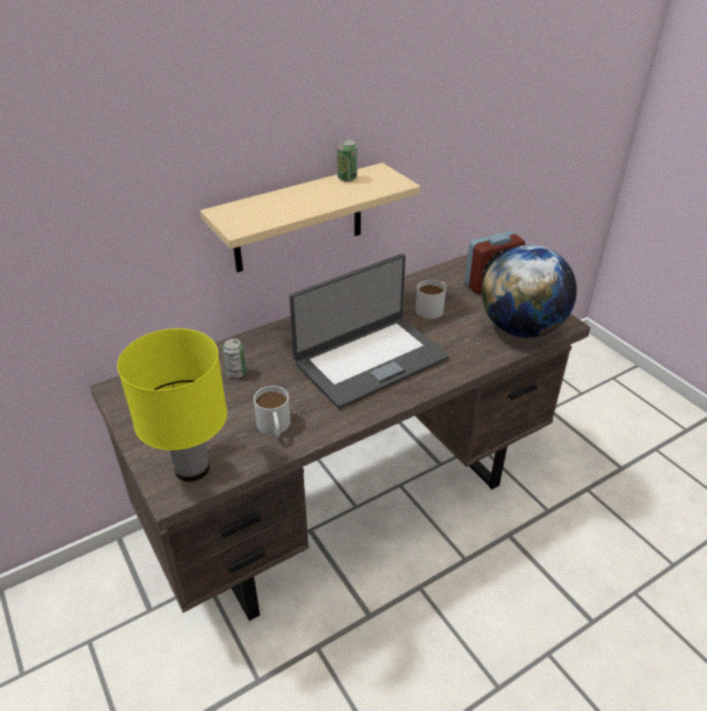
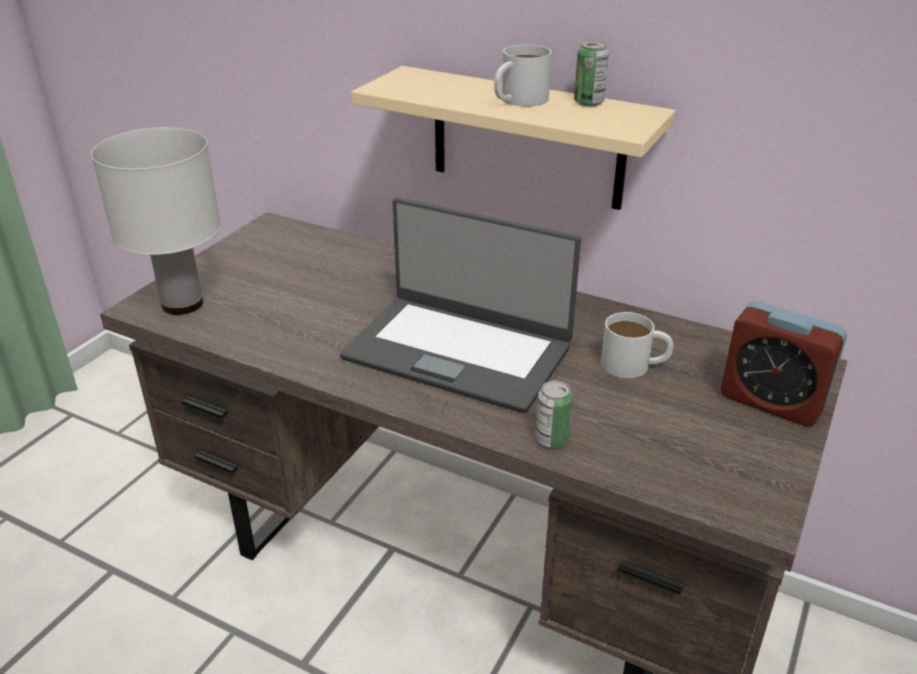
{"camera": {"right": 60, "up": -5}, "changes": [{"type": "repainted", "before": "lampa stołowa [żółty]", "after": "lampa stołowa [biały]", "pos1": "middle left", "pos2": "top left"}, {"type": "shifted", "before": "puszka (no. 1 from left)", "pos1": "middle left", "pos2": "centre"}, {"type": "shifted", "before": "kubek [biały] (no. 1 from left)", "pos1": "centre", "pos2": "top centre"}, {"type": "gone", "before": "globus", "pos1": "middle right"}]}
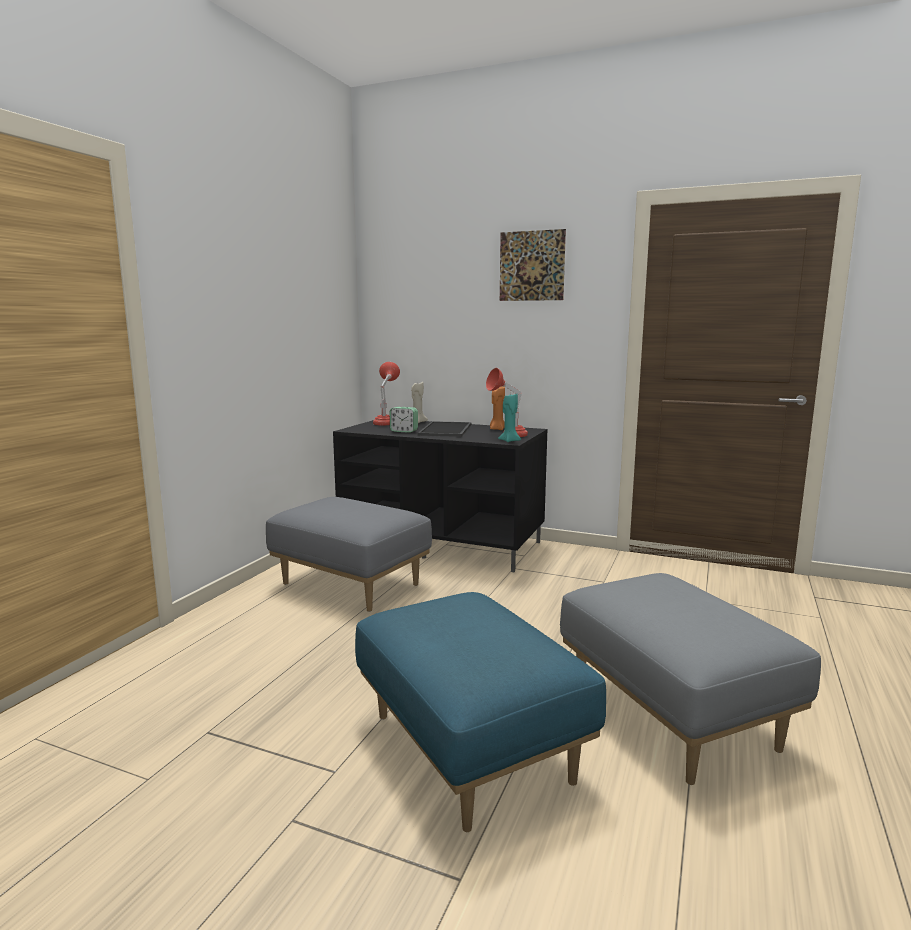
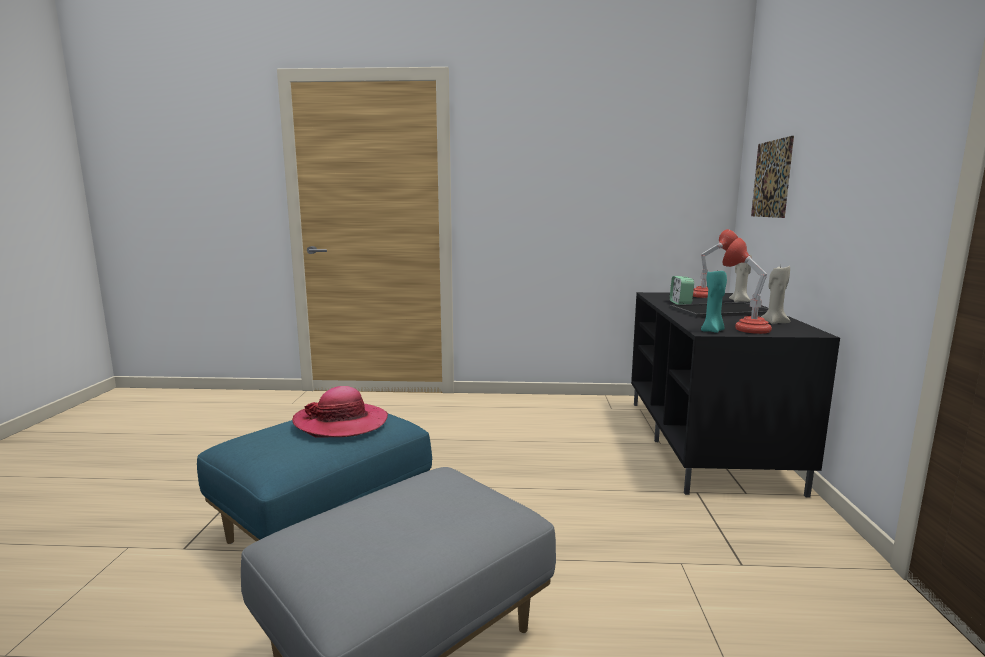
{"camera": {"right": 70, "up": 0}, "changes": [{"type": "gone", "before": "pufa [szary] (no. 1 from left)", "pos1": "centre"}, {"type": "repainted", "before": "świeca [pomarańczowy]", "after": "świeca [beżowy] (no. 2 from left)", "pos1": "centre", "pos2": "middle right"}, {"type": "shifted", "before": "obraz", "pos1": "top centre", "pos2": "top right"}, {"type": "new", "after": "kapelusz", "pos2": "centre"}]}
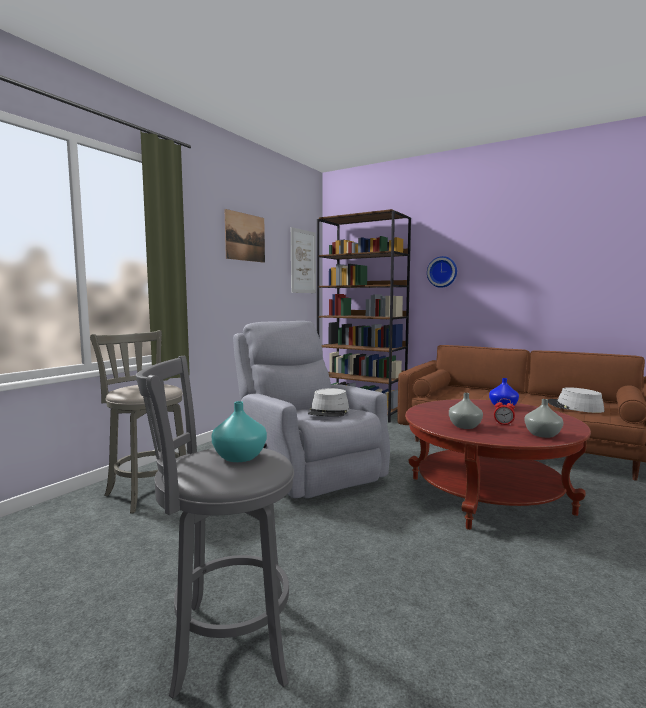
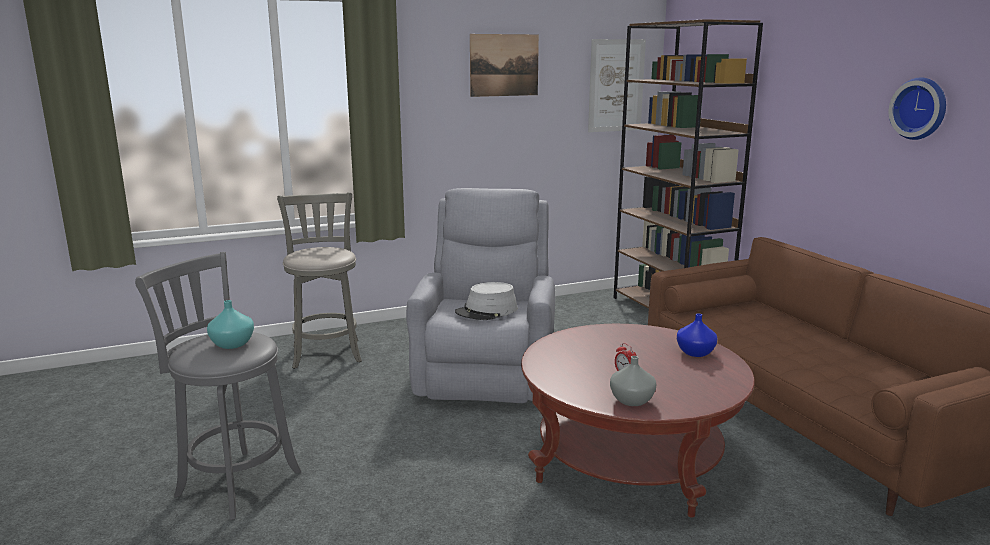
{"camera": {"right": 35, "up": 10}, "changes": [{"type": "shifted", "before": "zegar ścienny", "pos1": "middle right", "pos2": "top right"}, {"type": "gone", "before": "wazon [szary] (no. 1 from left)", "pos1": "middle right"}, {"type": "gone", "before": "kapelusz [szary] (no. 2 from left)", "pos1": "middle right"}]}
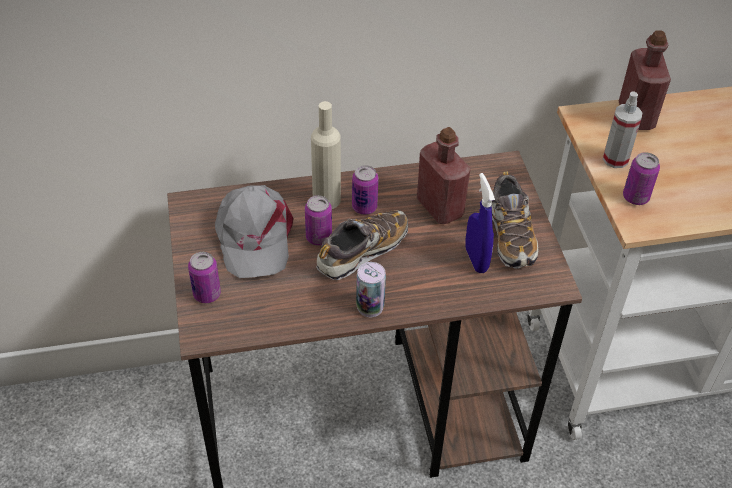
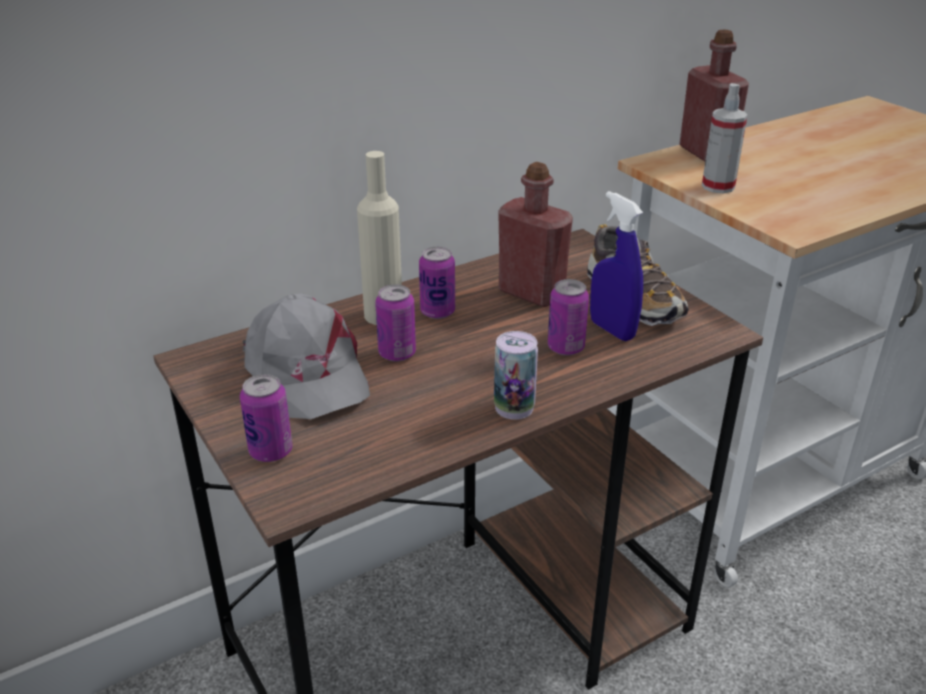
{"camera": {"right": -20, "up": -15}, "changes": [{"type": "gone", "before": "but (no. 1 from left)", "pos1": "centre"}, {"type": "shifted", "before": "puszka (no. 5 from left)", "pos1": "middle right", "pos2": "centre"}]}
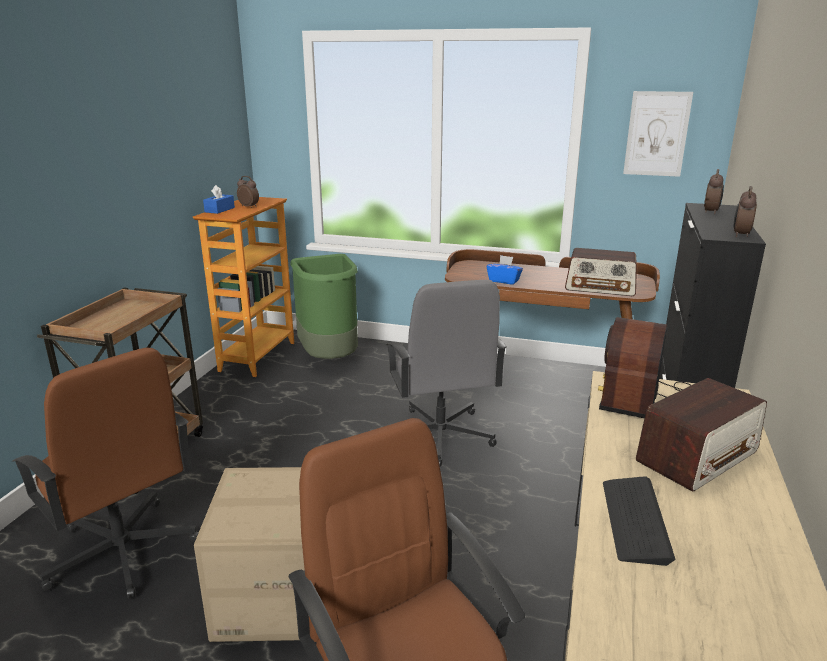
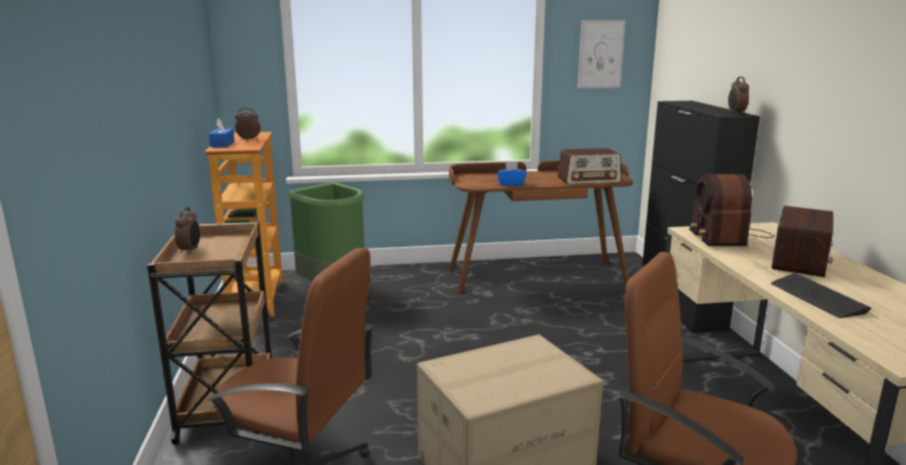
{"camera": {"right": -25, "up": -5}, "changes": [{"type": "gone", "before": "krzesło biurowe [szary]", "pos1": "centre"}, {"type": "shifted", "before": "budzik (no. 2 from left in the first image)", "after": "budzik (no. 1 from left)", "pos1": "top right", "pos2": "middle left"}]}
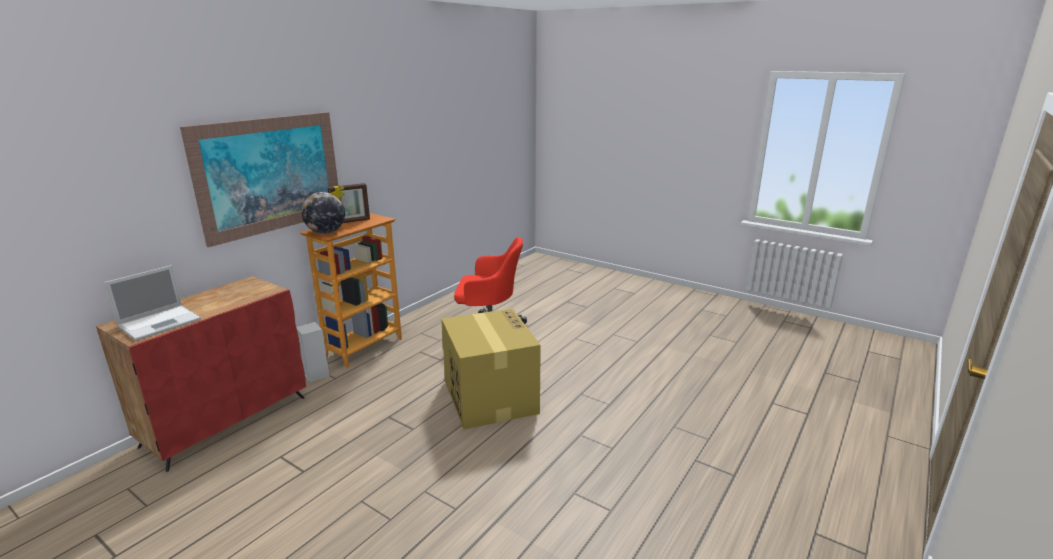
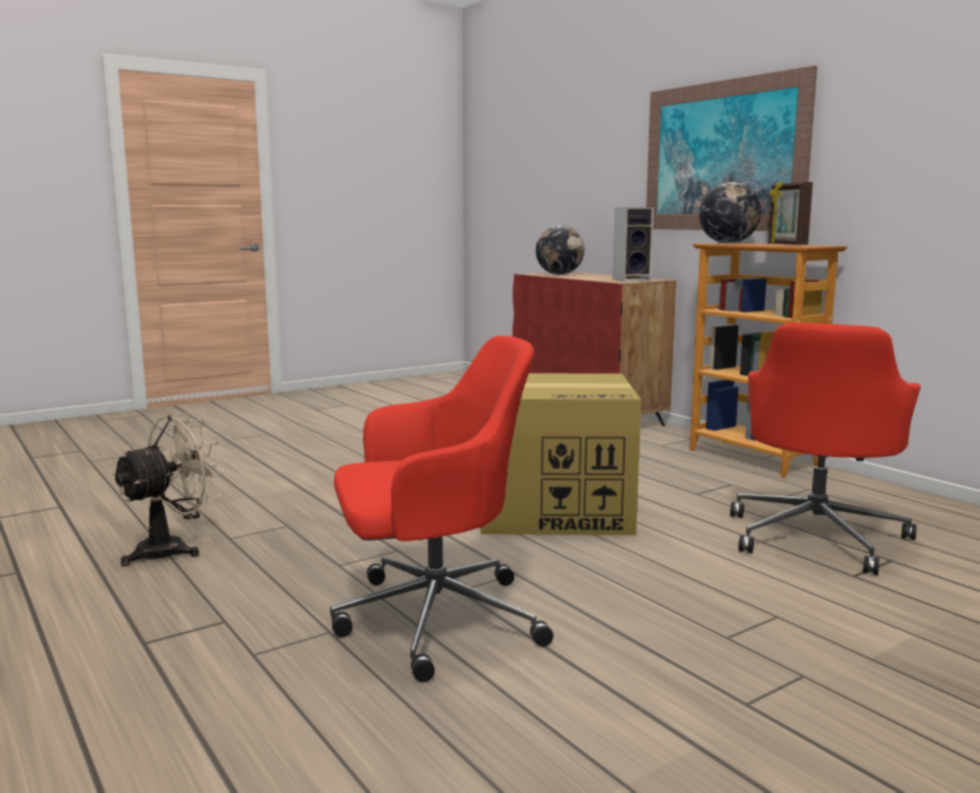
{"camera": {"right": 110, "up": -10}, "changes": [{"type": "swapped", "before": "laptop", "after": "globus (no. 1 from left)", "pos1": "middle left", "pos2": "top centre"}, {"type": "shifted", "before": "głośnik", "pos1": "middle left", "pos2": "top centre"}, {"type": "new", "after": "wentylator [beżowy]", "pos2": "middle left"}, {"type": "new", "after": "krzesło biurowe [czerwony] (no. 1 from left)", "pos2": "centre"}]}
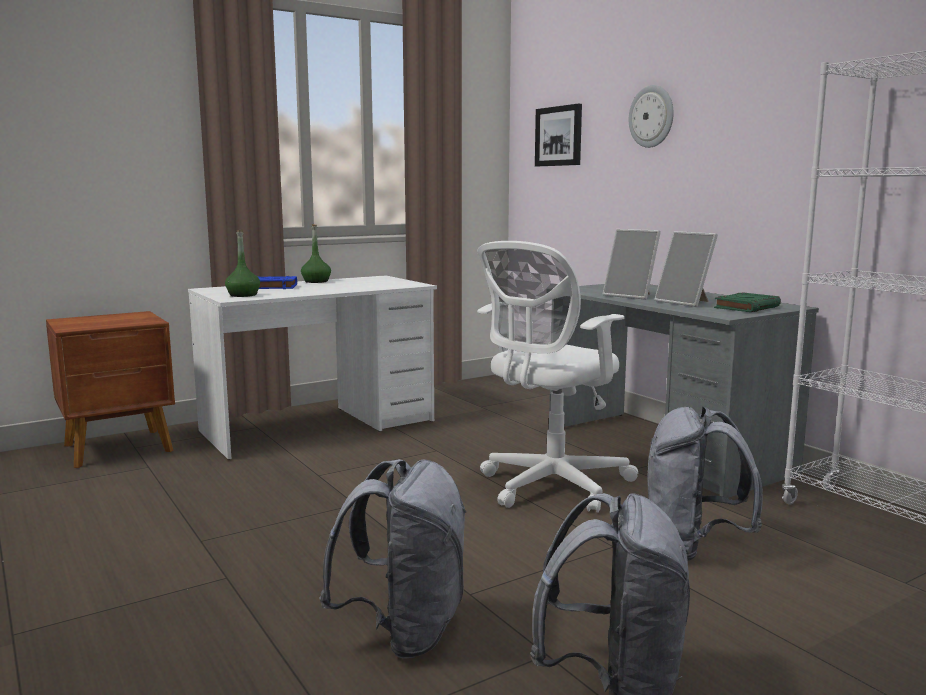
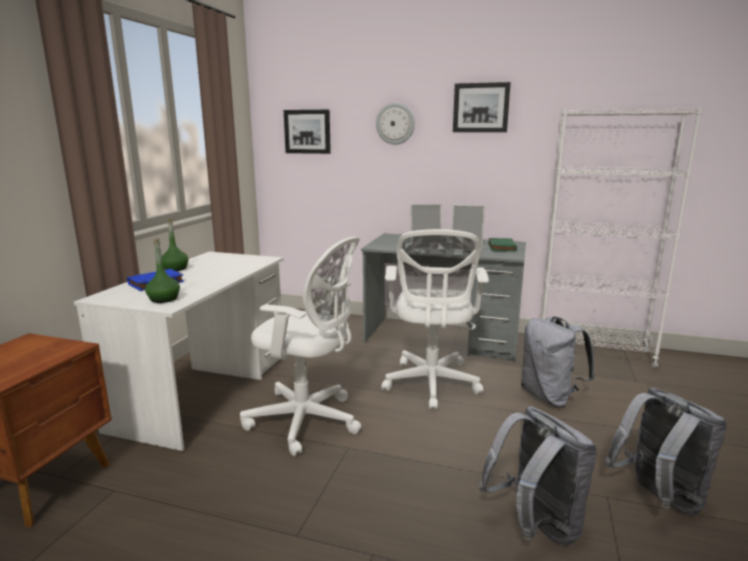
{"camera": {"right": -40, "up": 5}, "changes": [{"type": "new", "after": "krzesło biurowe [biały] (no. 1 from left)", "pos2": "centre"}, {"type": "new", "after": "obraz (no. 2 from left)", "pos2": "top centre"}]}
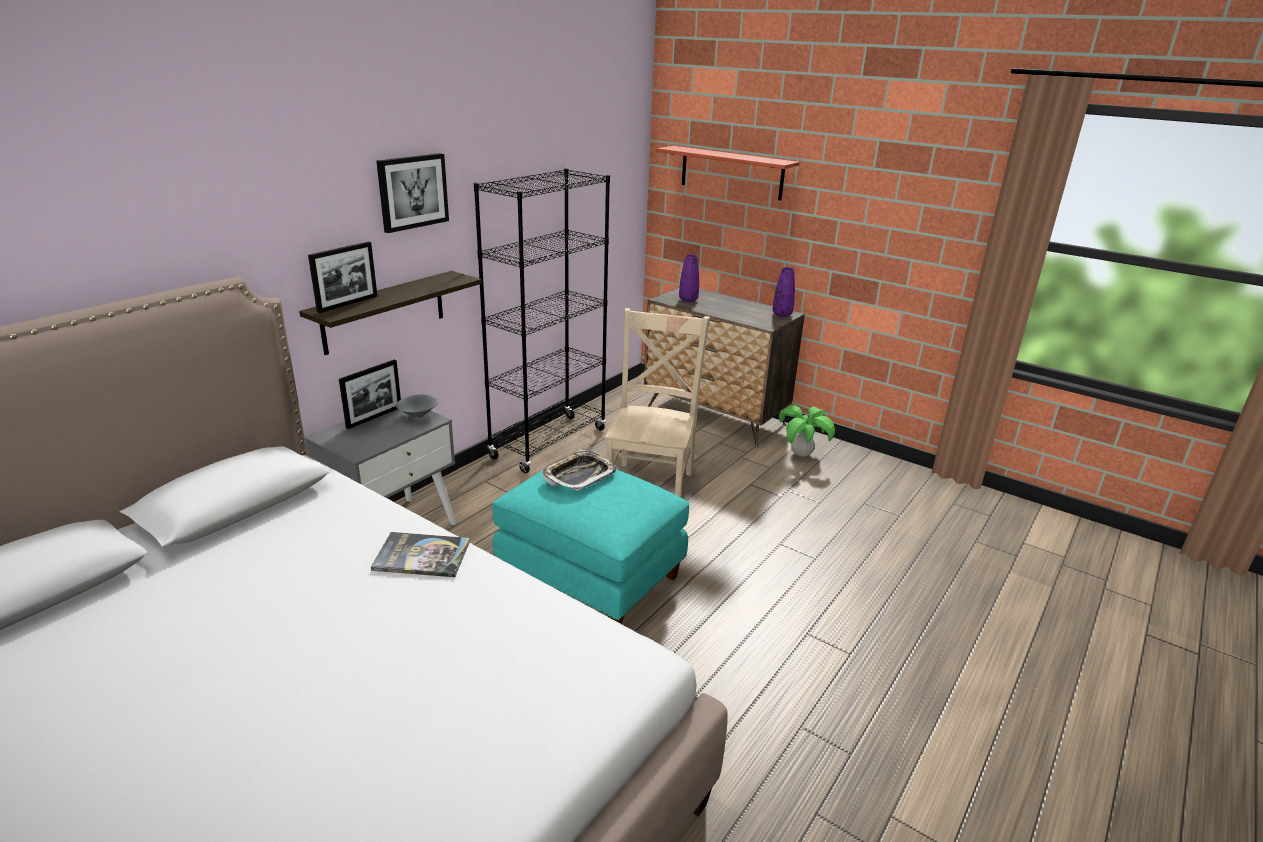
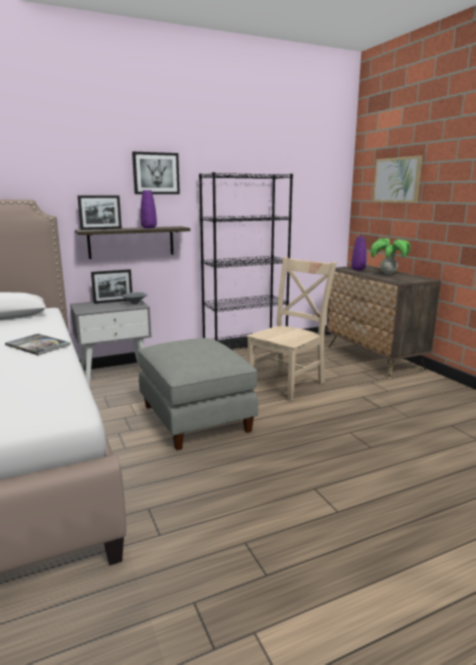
{"camera": {"right": 30, "up": -10}, "changes": [{"type": "repainted", "before": "pufa [turkusowy]", "after": "pufa [szary]", "pos1": "centre", "pos2": "centre"}, {"type": "gone", "before": "taca", "pos1": "centre"}, {"type": "swapped", "before": "półka (no. 2 from left)", "after": "obraz (no. 2 from left)", "pos1": "top centre", "pos2": "top right"}, {"type": "shifted", "before": "wazon [fioletowy] (no. 2 from left in the first image)", "after": "wazon [fioletowy] (no. 1 from left)", "pos1": "centre", "pos2": "top left"}, {"type": "shifted", "before": "roślina doniczkowa", "pos1": "centre", "pos2": "middle right"}]}
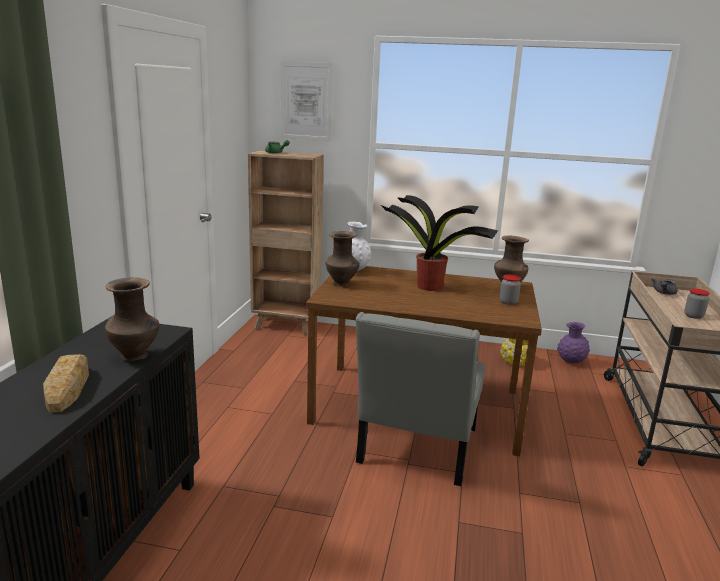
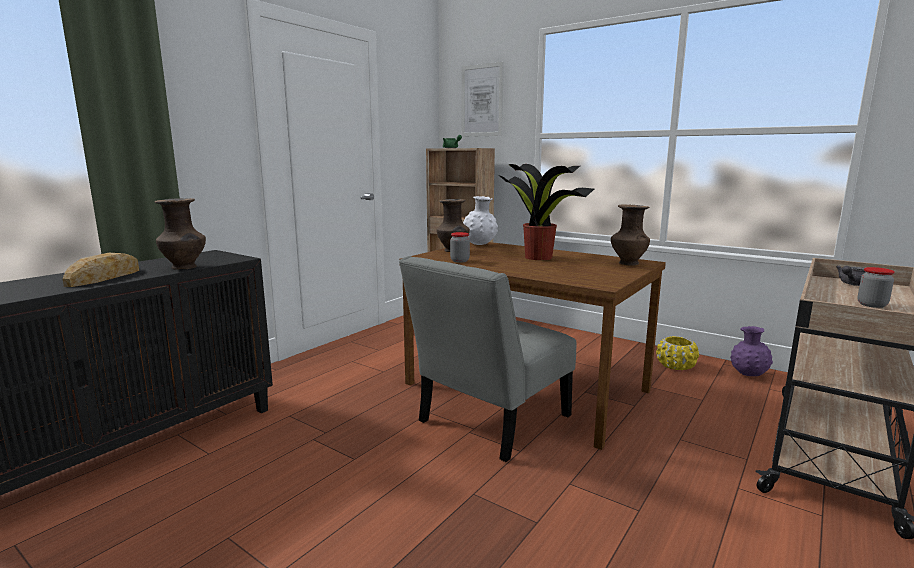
{"camera": {"right": 25, "up": -5}, "changes": [{"type": "shifted", "before": "słoik (no. 1 from left)", "pos1": "middle right", "pos2": "centre"}]}
